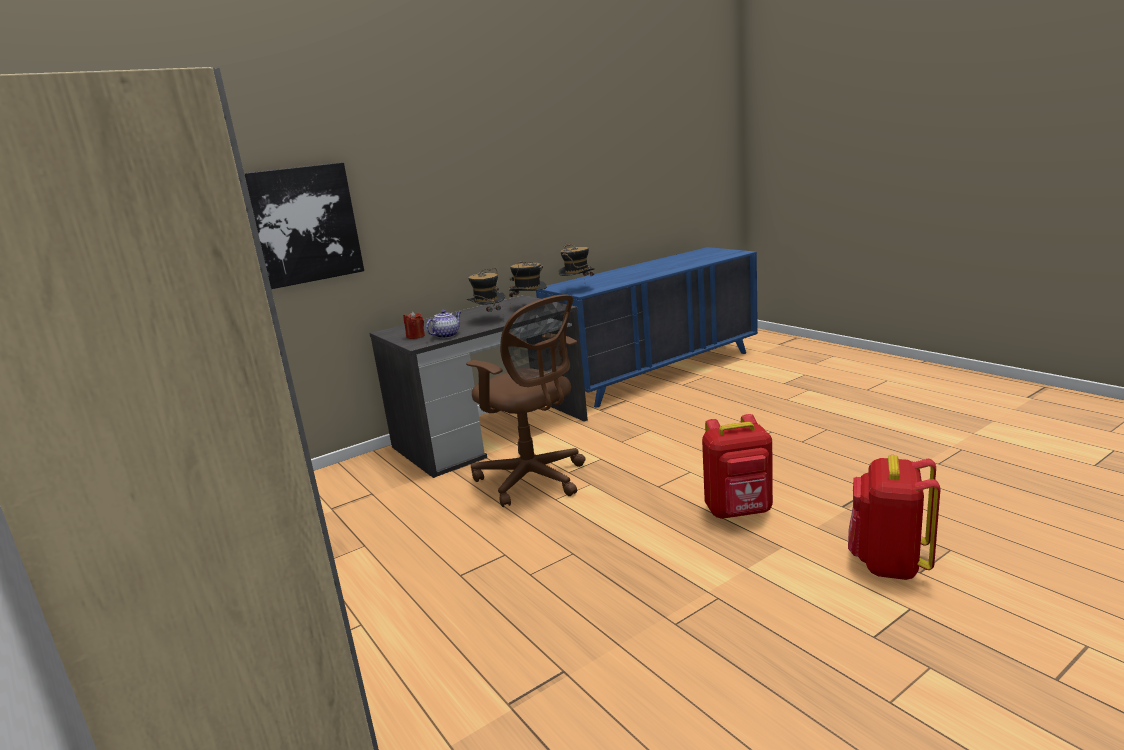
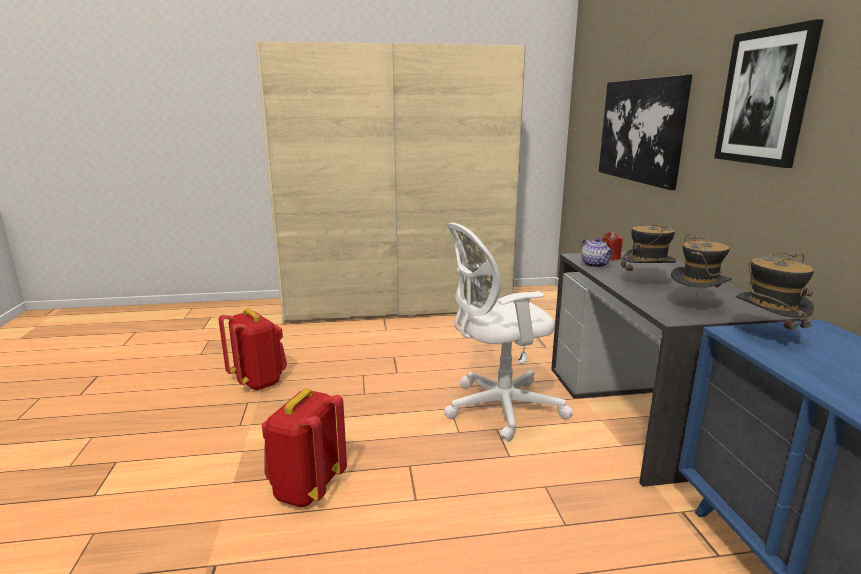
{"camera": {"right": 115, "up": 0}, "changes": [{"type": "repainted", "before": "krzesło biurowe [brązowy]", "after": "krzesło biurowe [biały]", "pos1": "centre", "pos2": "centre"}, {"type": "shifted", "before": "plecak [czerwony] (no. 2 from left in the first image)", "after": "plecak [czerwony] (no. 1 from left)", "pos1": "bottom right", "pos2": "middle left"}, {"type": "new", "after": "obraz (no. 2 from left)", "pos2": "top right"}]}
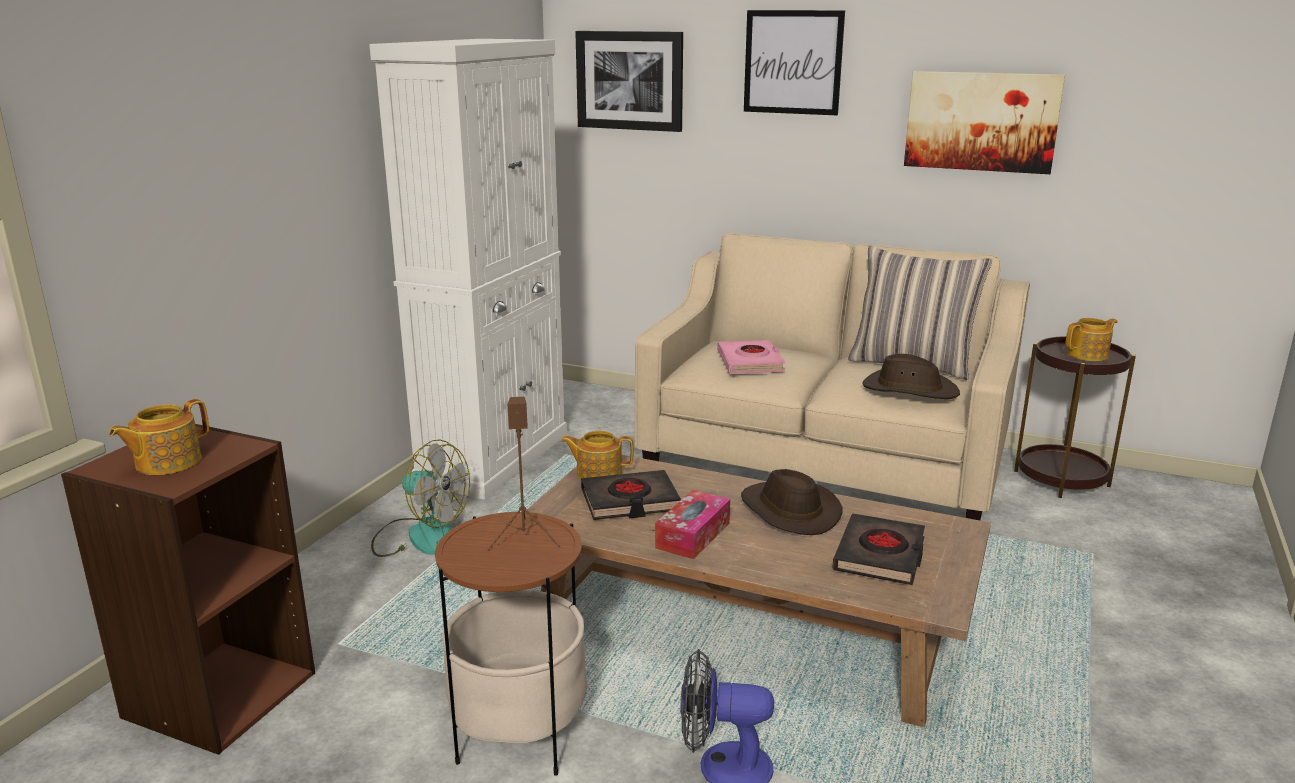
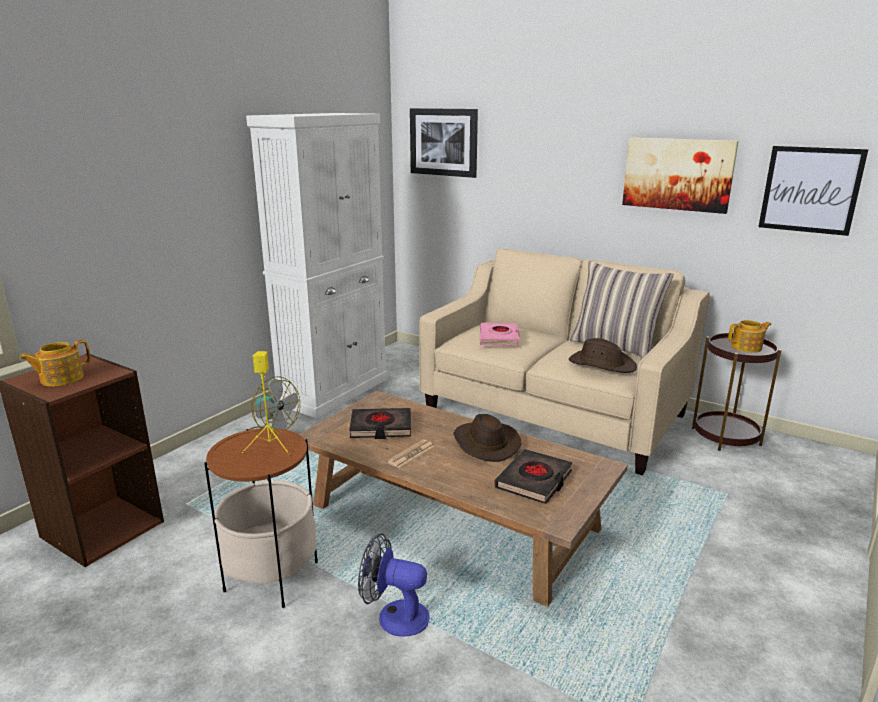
{"camera": {"right": 10, "up": 0}, "changes": [{"type": "repainted", "before": "głośnik [brązowy]", "after": "głośnik [żółty]", "pos1": "centre", "pos2": "middle left"}, {"type": "gone", "before": "imbryk (no. 2 from left)", "pos1": "centre"}, {"type": "swapped", "before": "pudełko chusteczek", "after": "gazeta", "pos1": "bottom centre", "pos2": "centre"}, {"type": "shifted", "before": "obraz (no. 2 from left in the first image)", "after": "obraz (no. 3 from left)", "pos1": "top centre", "pos2": "top right"}]}
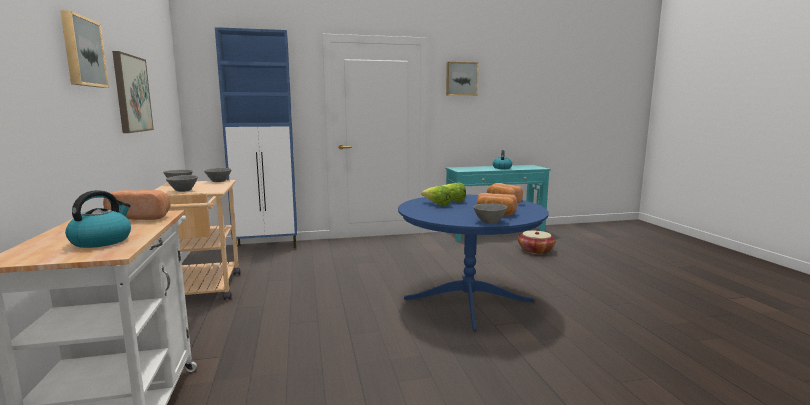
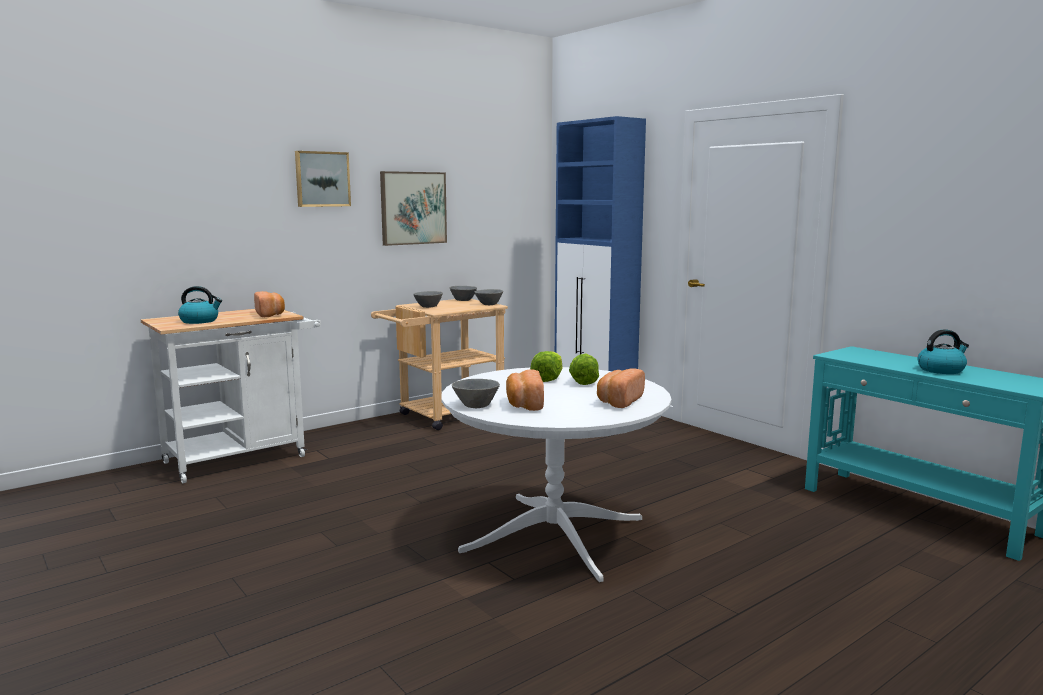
{"camera": {"right": 65, "up": 0}, "changes": [{"type": "repainted", "before": "stół jadalny [niebieski]", "after": "stół jadalny [biały]", "pos1": "centre", "pos2": "bottom centre"}, {"type": "gone", "before": "obraz (no. 3 from left)", "pos1": "top centre"}, {"type": "gone", "before": "koszyk", "pos1": "centre"}]}
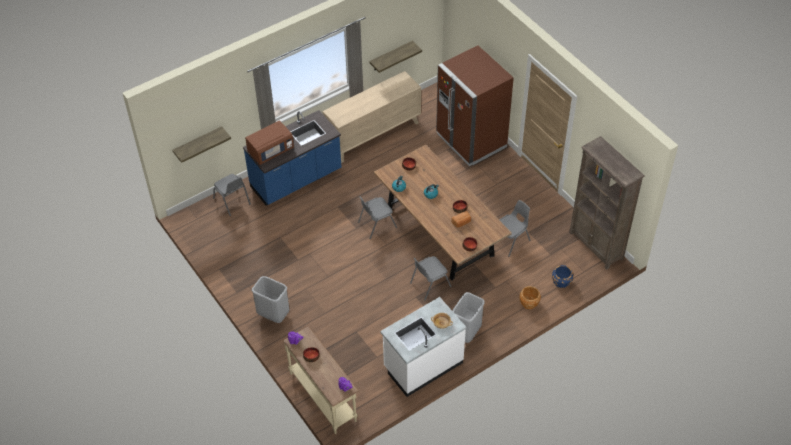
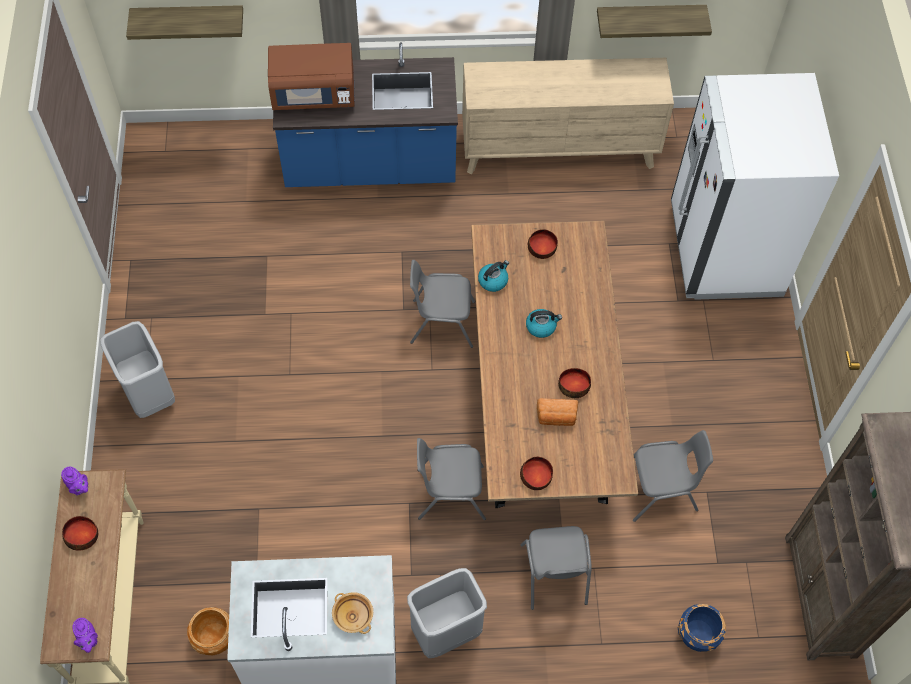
{"camera": {"right": 30, "up": 10}, "changes": [{"type": "shifted", "before": "krzesło [szary] (no. 1 from left in the first image)", "after": "krzesło [szary] (no. 3 from left)", "pos1": "middle left", "pos2": "bottom centre"}, {"type": "repainted", "before": "lodówka [brązowy]", "after": "lodówka [biały]", "pos1": "top centre", "pos2": "top right"}, {"type": "shifted", "before": "donica [brązowy]", "pos1": "bottom right", "pos2": "bottom left"}]}
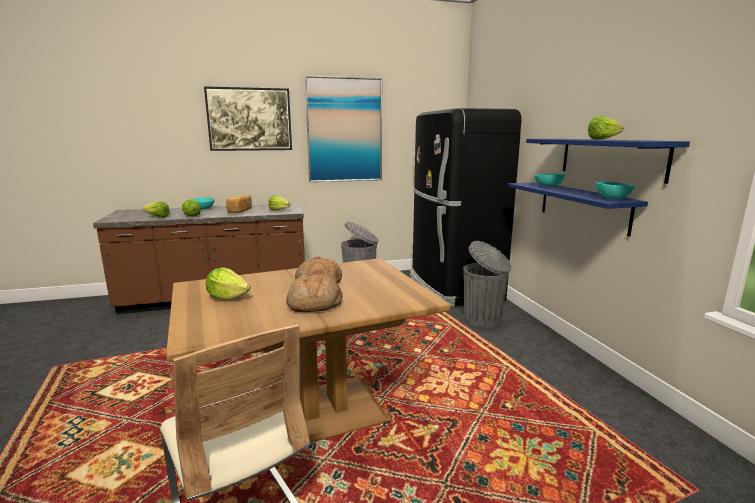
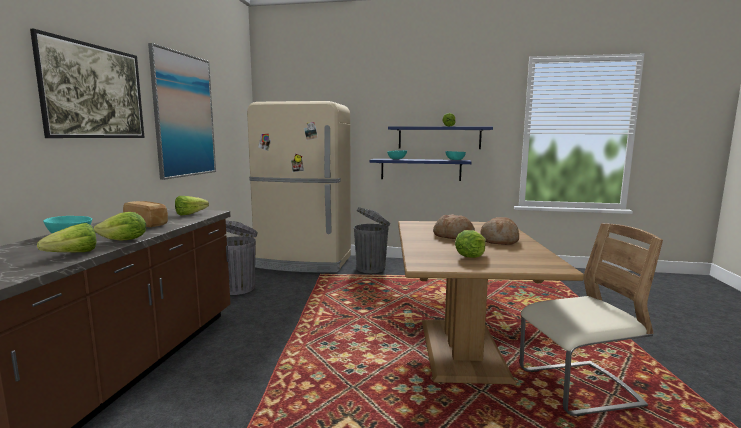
{"camera": {"right": -65, "up": -5}, "changes": [{"type": "repainted", "before": "lodówka [czarny]", "after": "lodówka [beżowy]", "pos1": "centre", "pos2": "centre"}]}
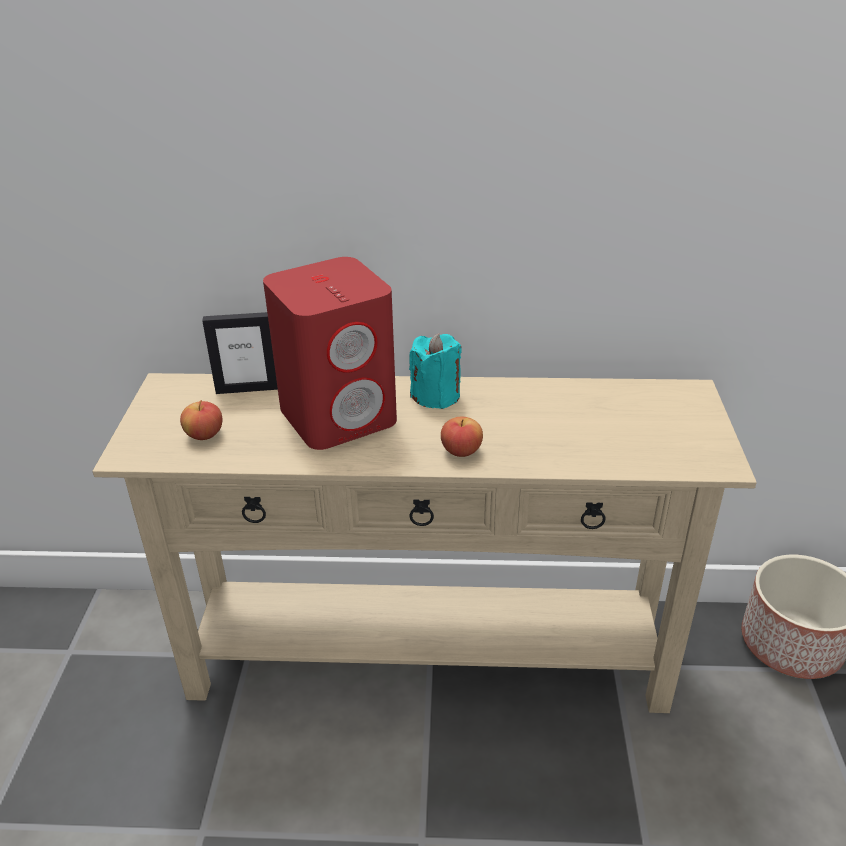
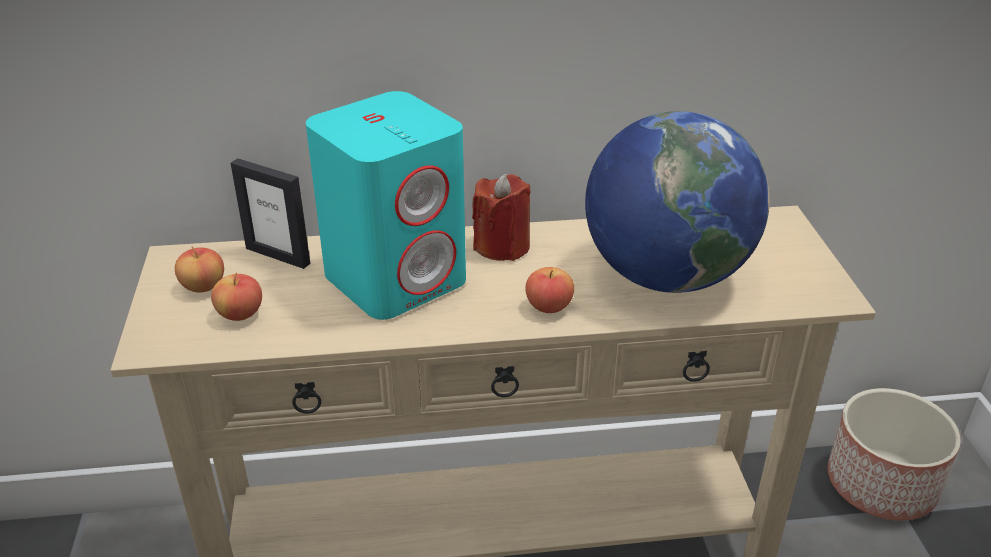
{"camera": {"right": -10, "up": 0}, "changes": [{"type": "rotated", "before": "ramka na zdjęcie", "pos1": "middle left", "pos2": "middle left", "turn": 45}, {"type": "repainted", "before": "głośnik [czerwony]", "after": "głośnik [turkusowy]", "pos1": "centre", "pos2": "centre"}, {"type": "repainted", "before": "świeca [turkusowy]", "after": "świeca [czerwony]", "pos1": "centre", "pos2": "centre"}, {"type": "new", "after": "jabłko (no. 1 from left)", "pos2": "middle left"}, {"type": "new", "after": "globus", "pos2": "middle right"}]}
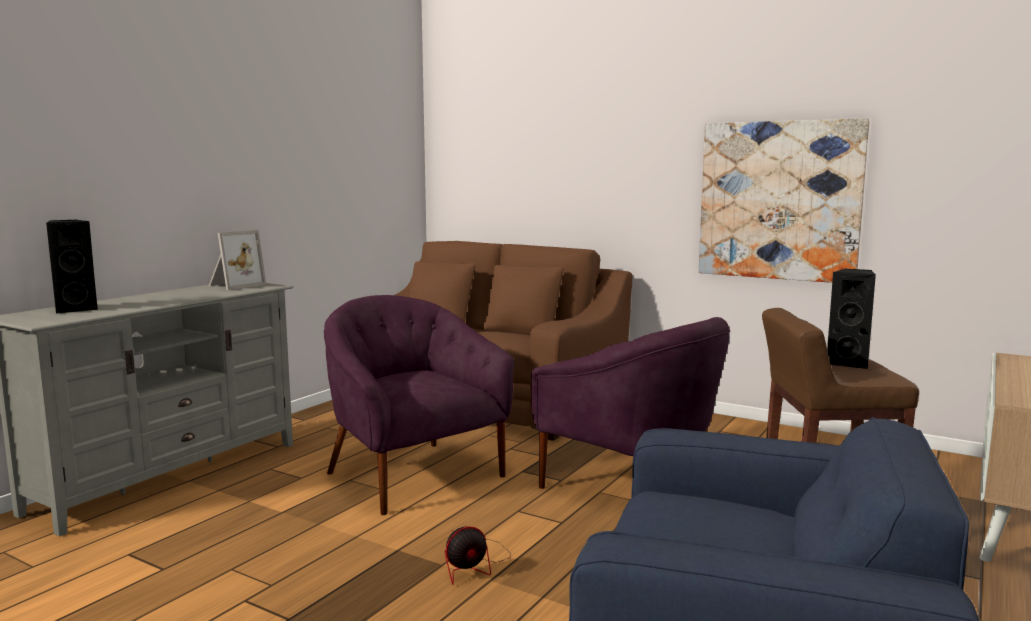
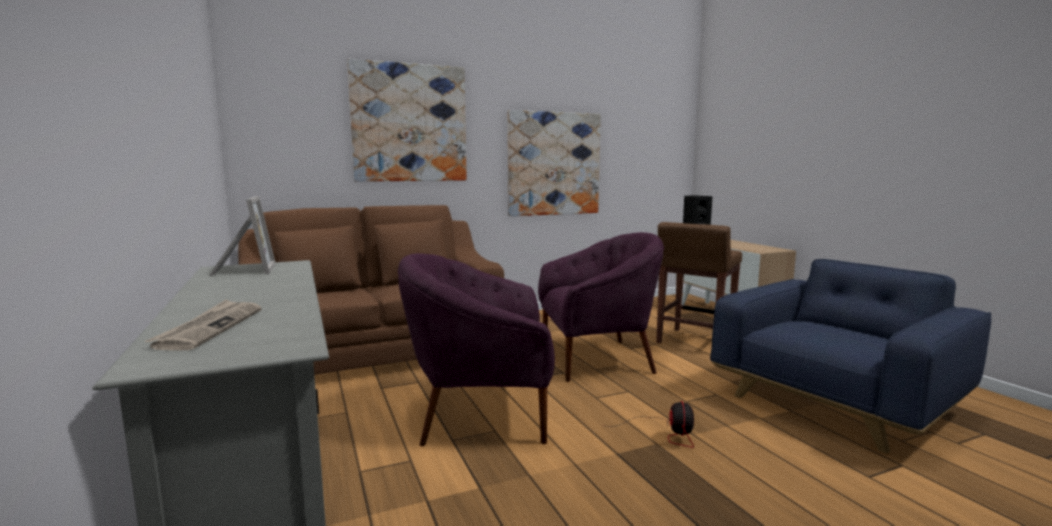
{"camera": {"right": -55, "up": 0}, "changes": [{"type": "swapped", "before": "głośnik [czarny] (no. 1 from left)", "after": "gazeta", "pos1": "middle left", "pos2": "middle left"}, {"type": "new", "after": "obraz (no. 1 from left)", "pos2": "top centre"}]}
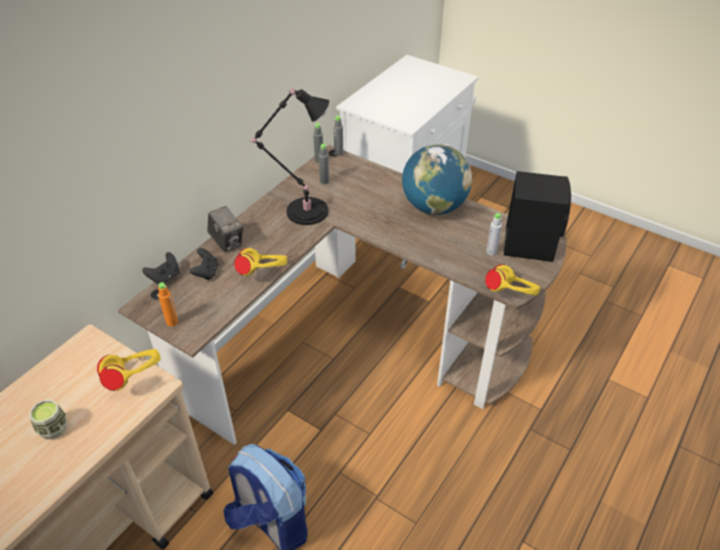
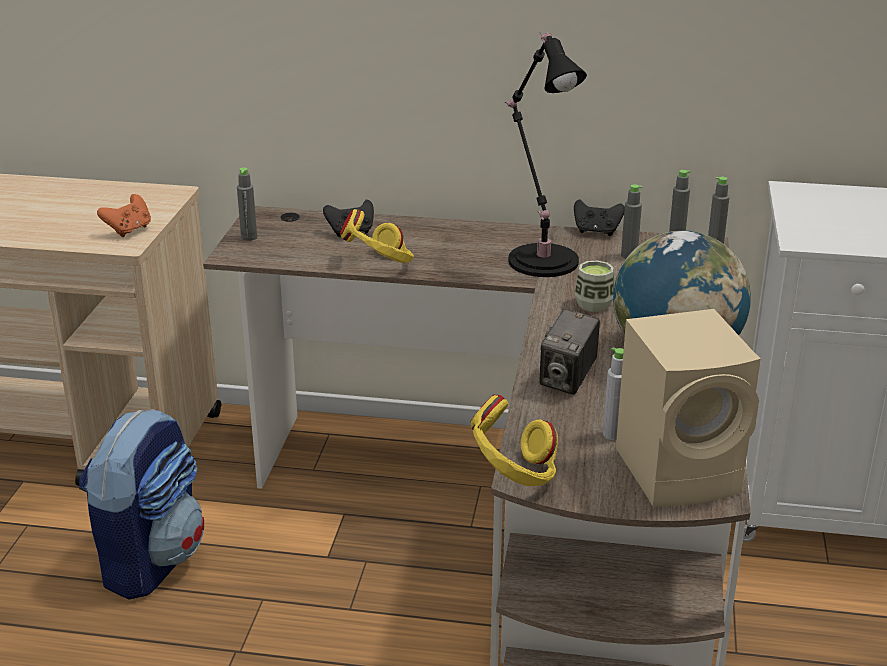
{"camera": {"right": 65, "up": -15}, "changes": [{"type": "shifted", "before": "filiżanka", "pos1": "bottom left", "pos2": "middle right"}, {"type": "swapped", "before": "słuchawki [żółty] (no. 1 from left)", "after": "pad do gier [pomarańczowy]", "pos1": "bottom left", "pos2": "top left"}, {"type": "shifted", "before": "pad do gier [czarny] (no. 1 from left in the first image)", "after": "pad do gier [czarny] (no. 2 from left)", "pos1": "middle left", "pos2": "top right"}, {"type": "repainted", "before": "butelka [pomarańczowy]", "after": "butelka [szary] (no. 1 from left)", "pos1": "middle left", "pos2": "top left"}, {"type": "shifted", "before": "aparat fotograficzny", "pos1": "middle left", "pos2": "centre"}, {"type": "repainted", "before": "głośnik [czarny]", "after": "głośnik [beżowy]", "pos1": "middle right", "pos2": "middle right"}]}
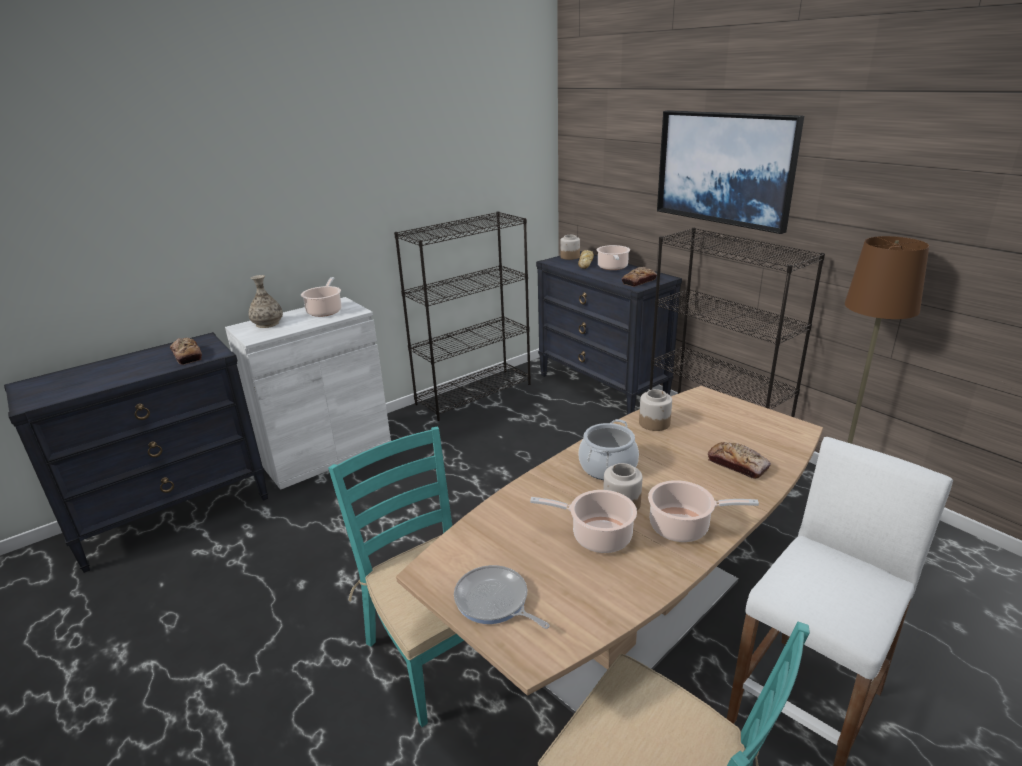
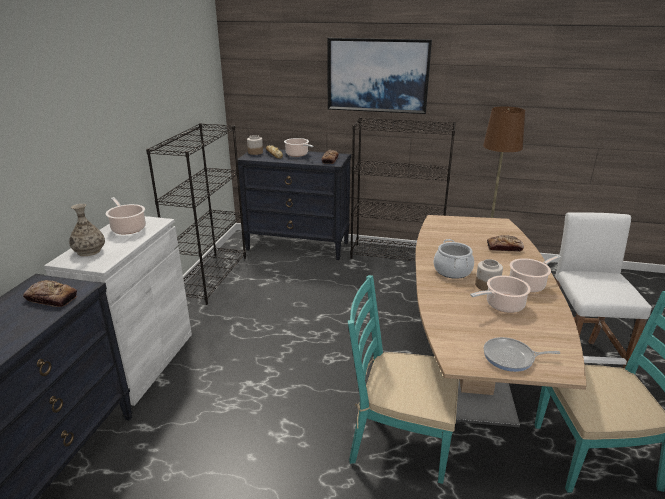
{"camera": {"right": -40, "up": 0}, "changes": [{"type": "gone", "before": "słoik (no. 3 from left)", "pos1": "centre"}]}
